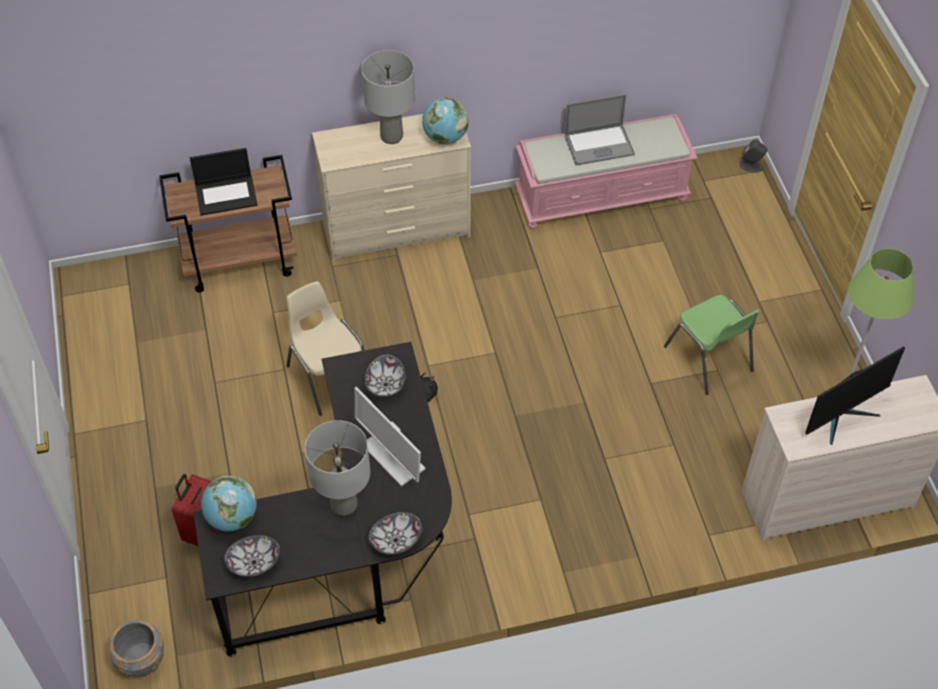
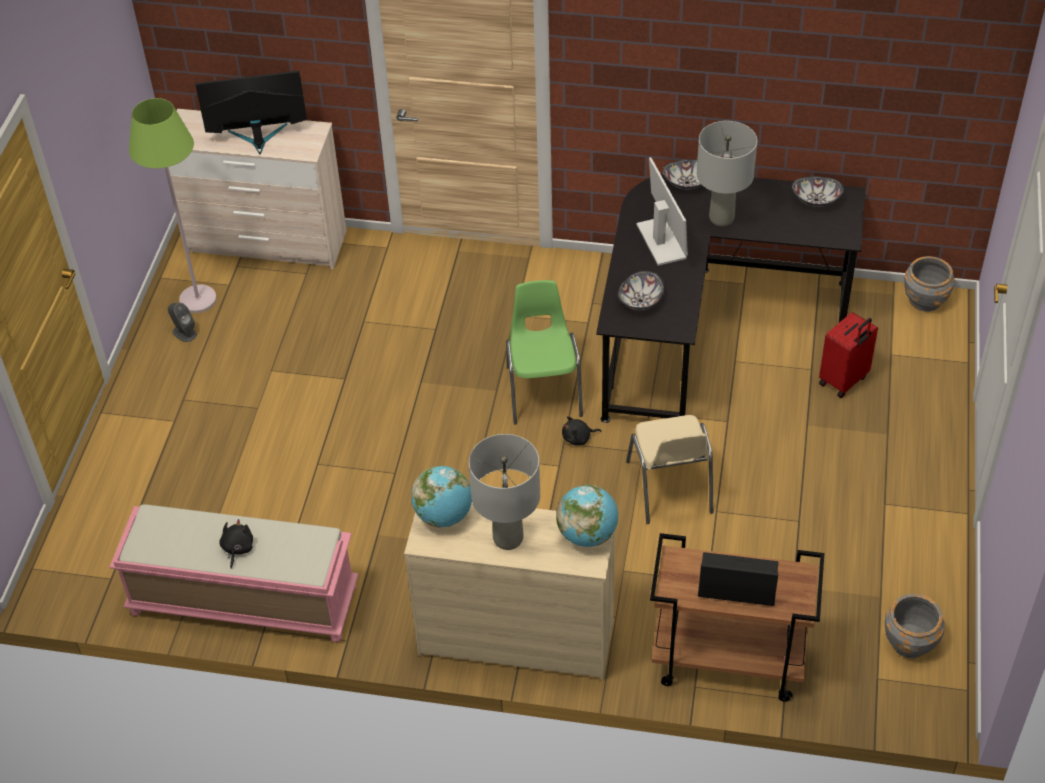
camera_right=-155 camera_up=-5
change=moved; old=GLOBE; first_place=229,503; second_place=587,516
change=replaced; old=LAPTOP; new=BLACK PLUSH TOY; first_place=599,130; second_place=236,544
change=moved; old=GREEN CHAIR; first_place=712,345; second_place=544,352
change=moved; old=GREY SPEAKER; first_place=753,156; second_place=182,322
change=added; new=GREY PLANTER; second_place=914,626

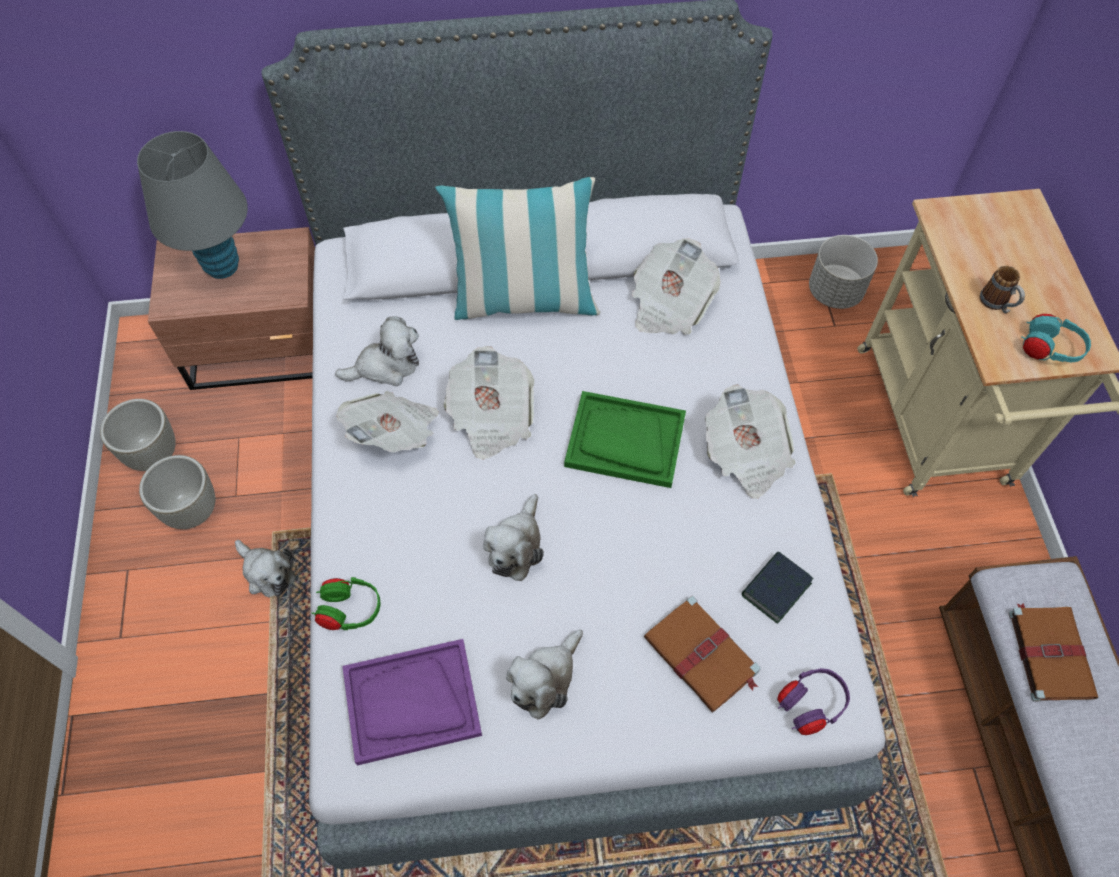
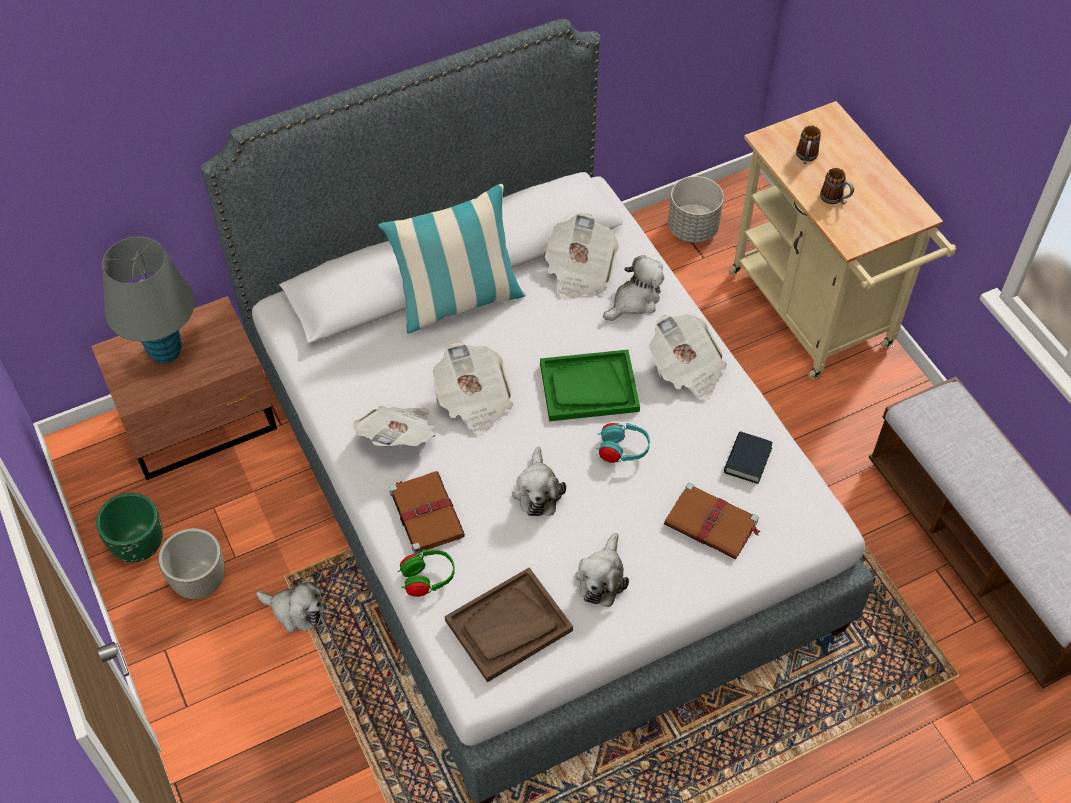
camera_right=-20 camera_up=-5
change=recoloured; old=GREY PLANTER; new=GREEN PLANTER; first_place=138,435; second_place=129,527
change=moved; old=PLUSH TOY; first_place=377,351; second_place=634,288
change=recoloured; old=PURPLE TRAY; new=BROWN TRAY; first_place=412,702; second_place=509,625
change=removed; old=PURPLE HEADPHONES; first_place=813,701
change=moved; old=BROWN BOOK; first_place=1053,652; second_place=427,512
change=moved; old=TURQUOISE HEADPHONES; first_place=1056,338; second_place=623,443
change=added; new=MUG; second_place=808,144

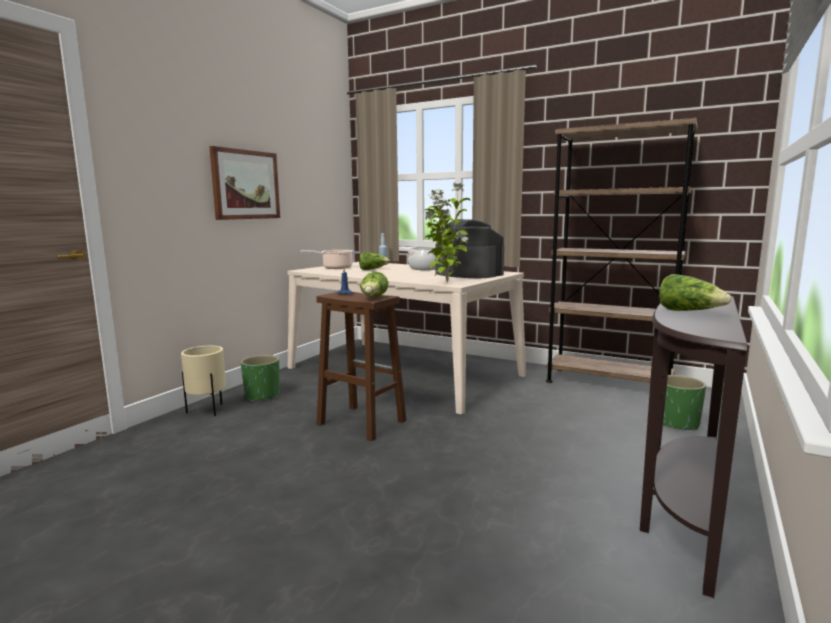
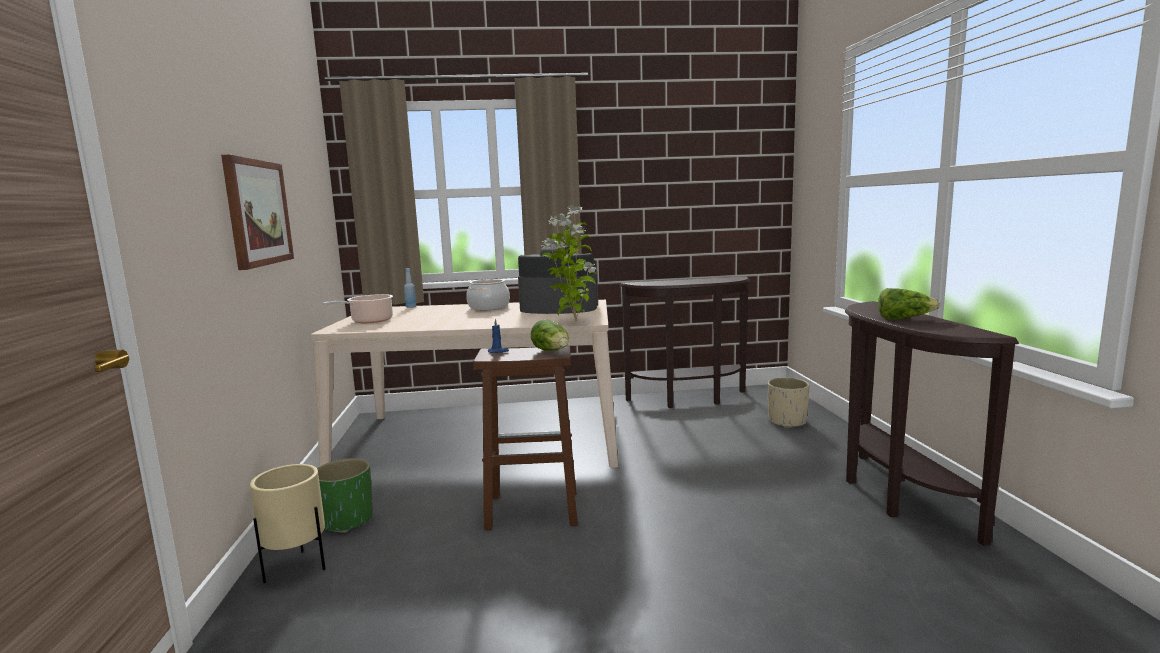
camera_right=-35 camera_up=0
change=removed; old=LETTUCE; first_place=374,261
change=replaced; old=BROWN BOOKCASE; new=BROWN CONSOLE TABLE; first_place=622,250; second_place=685,342
change=recoloured; old=GREEN PLANTER; new=BEIGE PLANTER; first_place=684,402; second_place=789,403

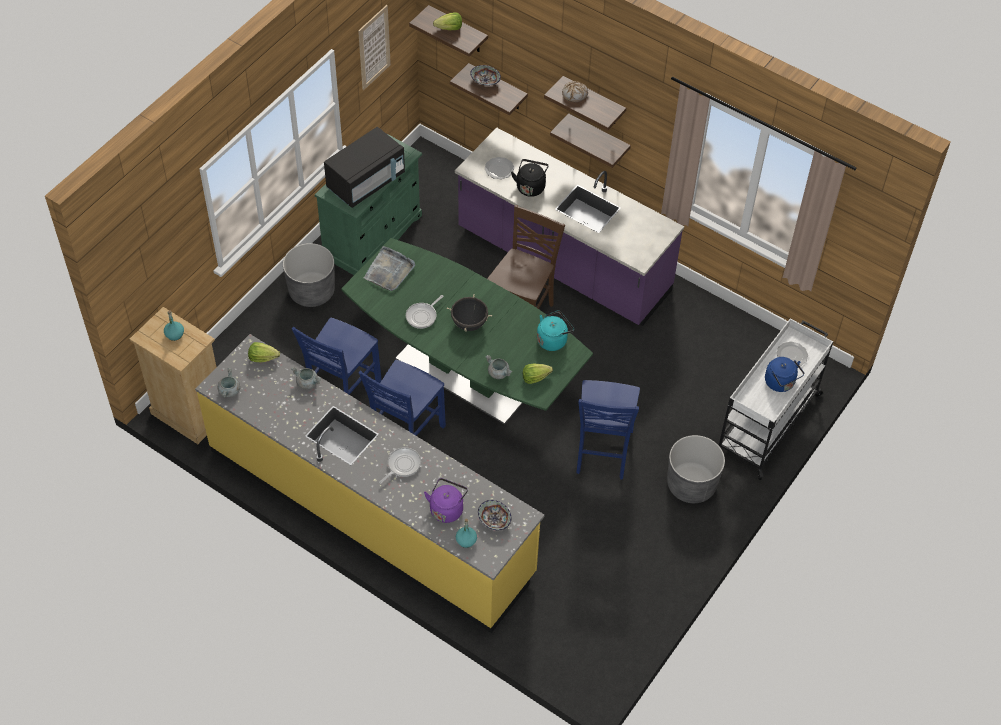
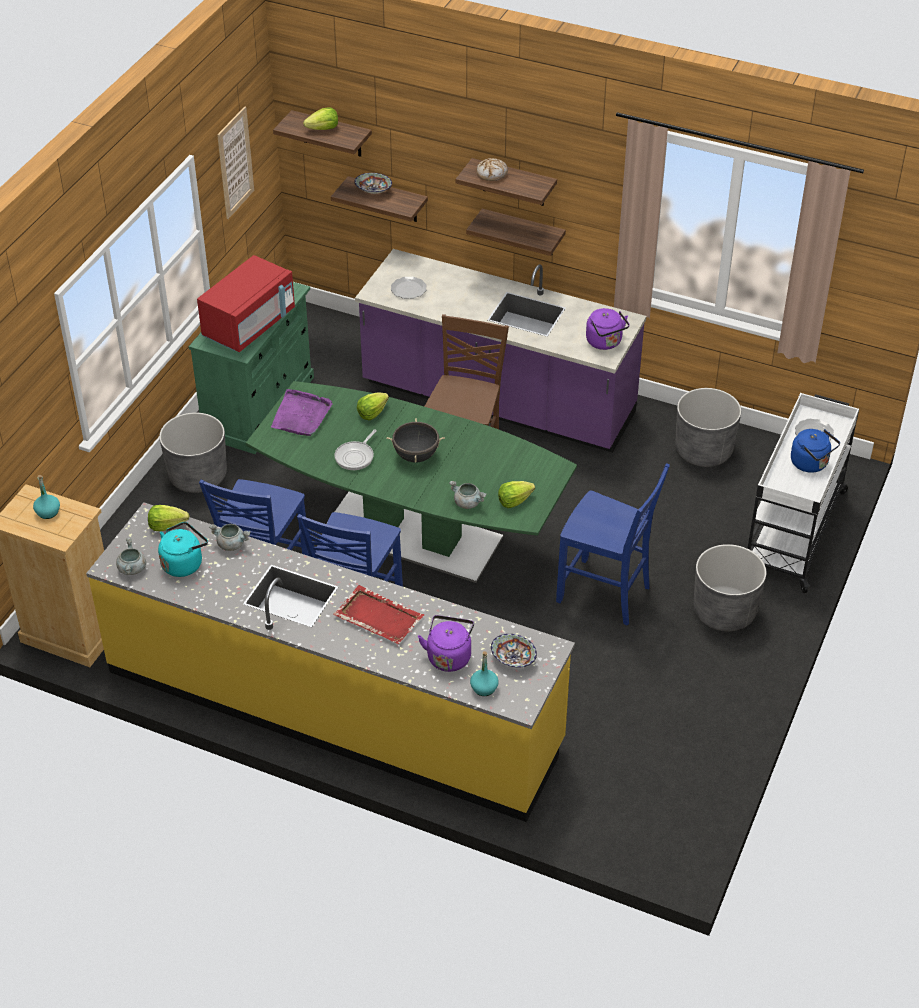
camera_right=-10 camera_up=-10
change=recoloured; old=BLACK MICROWAVE; new=RED MICROWAVE; first_place=364,167; second_place=246,303
change=recoloured; old=GREY TRAY; new=PURPLE TRAY; first_place=389,268; second_place=302,412
change=replaced; old=FRYING PAN; new=RED TRAY; first_place=400,465; second_place=378,614
change=removed; old=BLACK KETTLE; first_place=530,178
change=moved; old=TURQUOISE KETTLE; first_place=555,330; second_place=183,549
change=turned; old=BLUE CHAIR; first_place=608,430; second_place=613,544; degrees=-60
change=added; new=LETTUCE; second_place=373,406
change=added; new=PURPLE KETTLE; second_place=608,329
change=added; new=GREY PLANTER; second_place=708,427

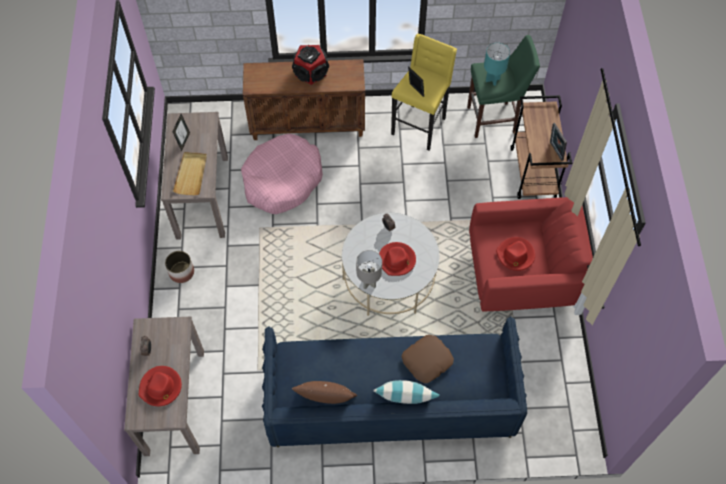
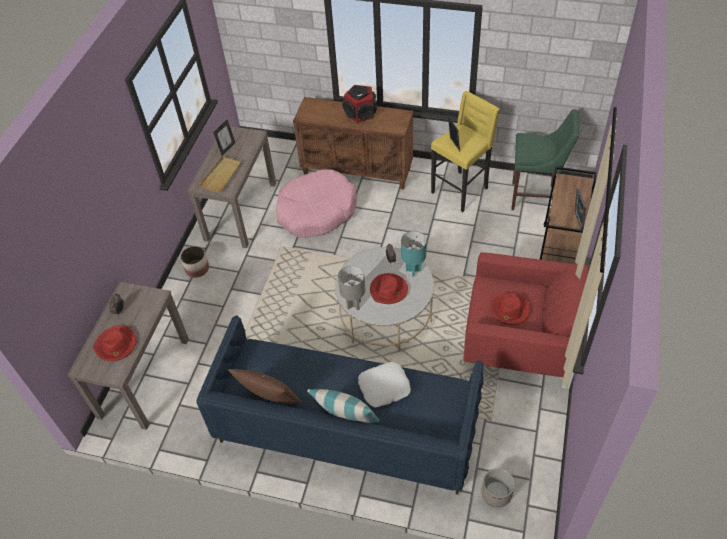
camera_right=20 camera_up=-10
change=recoloured; old=BROWN PILLOW; new=WHITE PILLOW; first_place=428,359; second_place=384,385
change=moved; old=TURQUOISE TABLE LAMP; first_place=497,64; second_place=414,253
change=added; new=PLANTER; second_place=498,487

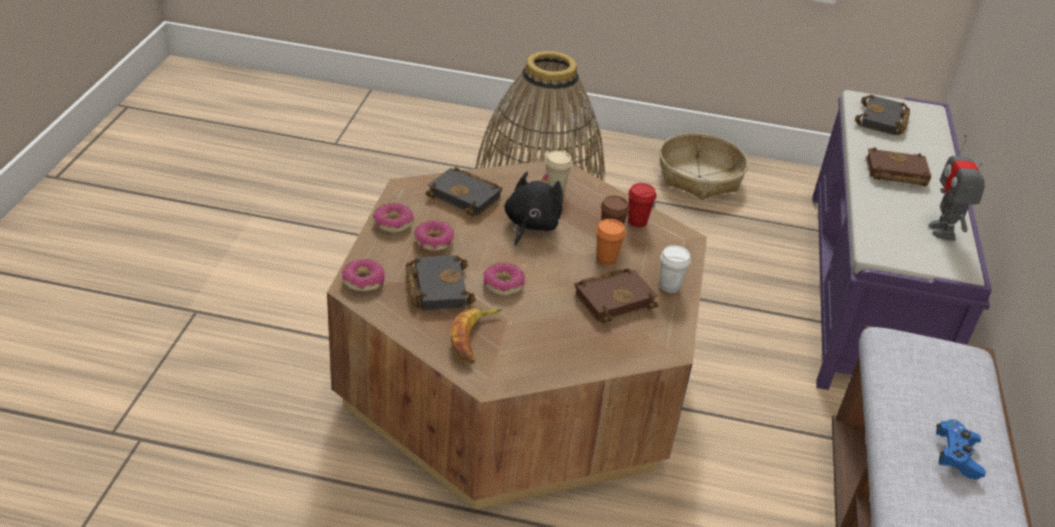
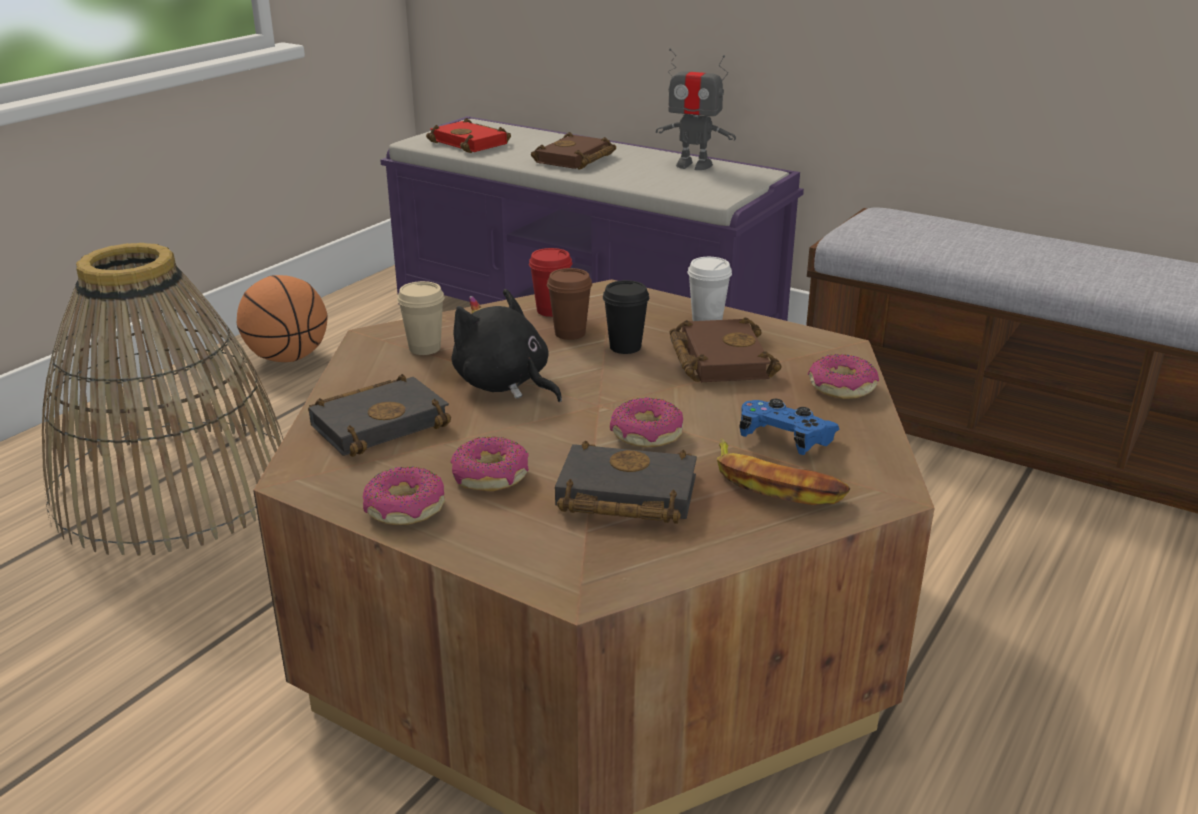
camera_right=-65 camera_up=-10
change=moved; old=DONUT; first_place=363,275; second_place=843,376
change=recoloured; old=ORANGE CUP; new=BLACK CUP; first_place=611,242; second_place=626,317
change=replaced; old=BASKET; new=BASKETBALL; first_place=703,166; second_place=282,318
change=recoloured; old=BLACK BOOK; new=RED BOOK; first_place=882,115; second_place=468,135
change=moved; old=BLUE GAME CONTROLLER; first_place=961,449; second_place=789,427

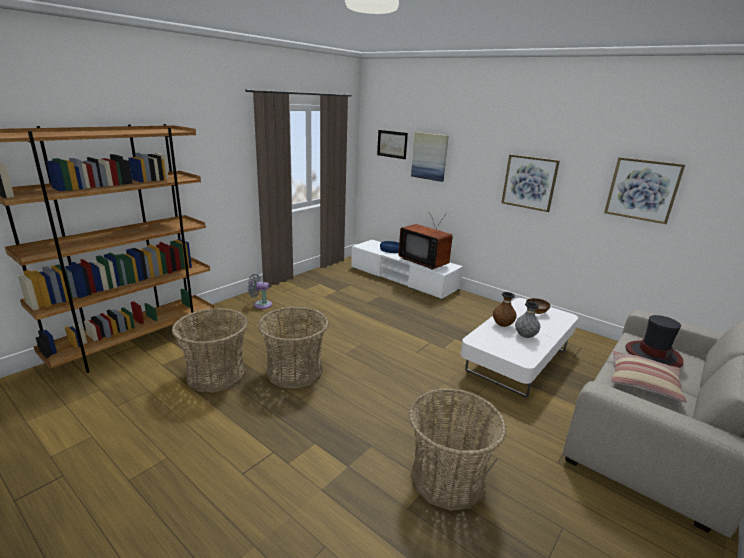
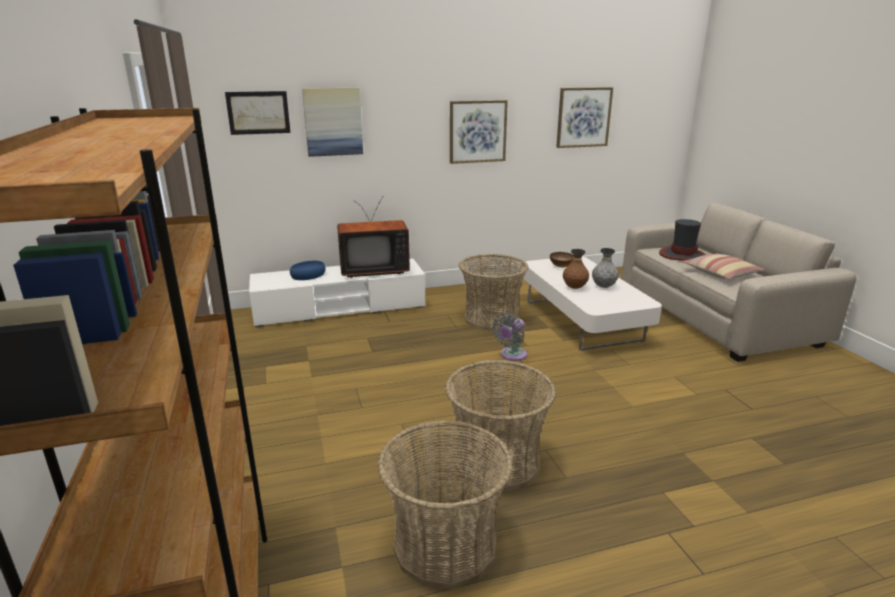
camera_right=-55 camera_up=0
change=moved; old=GREY FAN; first_place=260,291; second_place=510,337
change=moved; old=BASKET; first_place=458,449; second_place=493,292

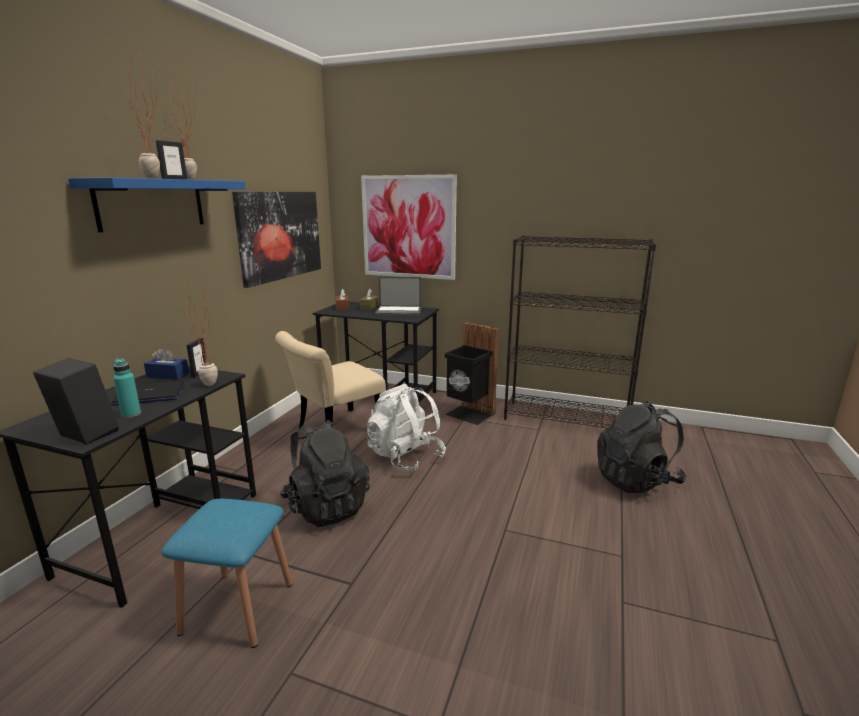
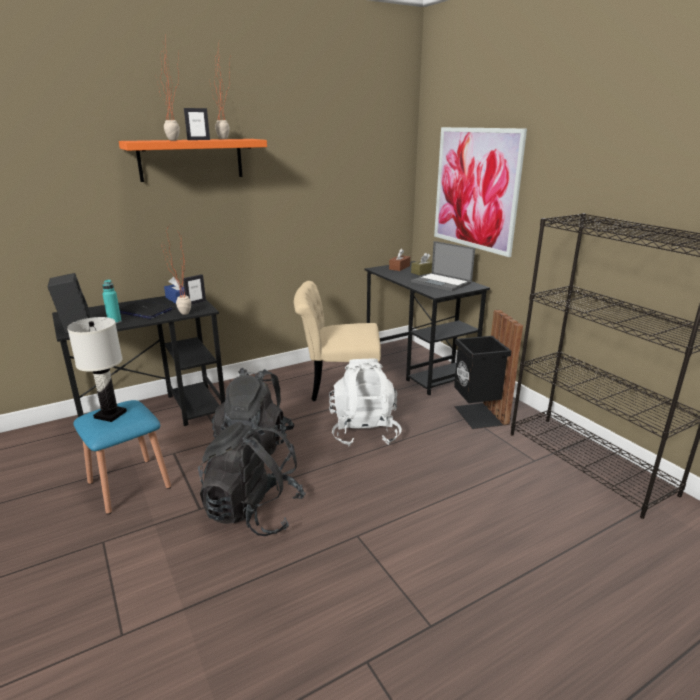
camera_right=40 camera_up=5
change=recoloured; old=BLUE SHELF; new=ORANGE SHELF; first_place=157,204; second_place=193,160
change=removed; old=PICTURE; first_place=276,240
change=moved; old=BLACK BACKPACK; first_place=642,447; second_place=252,479
change=added; new=WHITE TABLE LAMP; second_place=97,369

